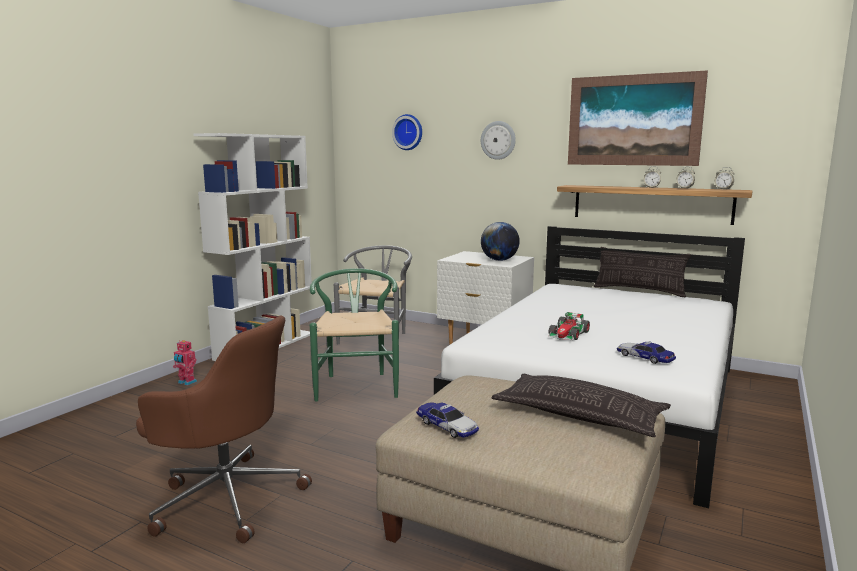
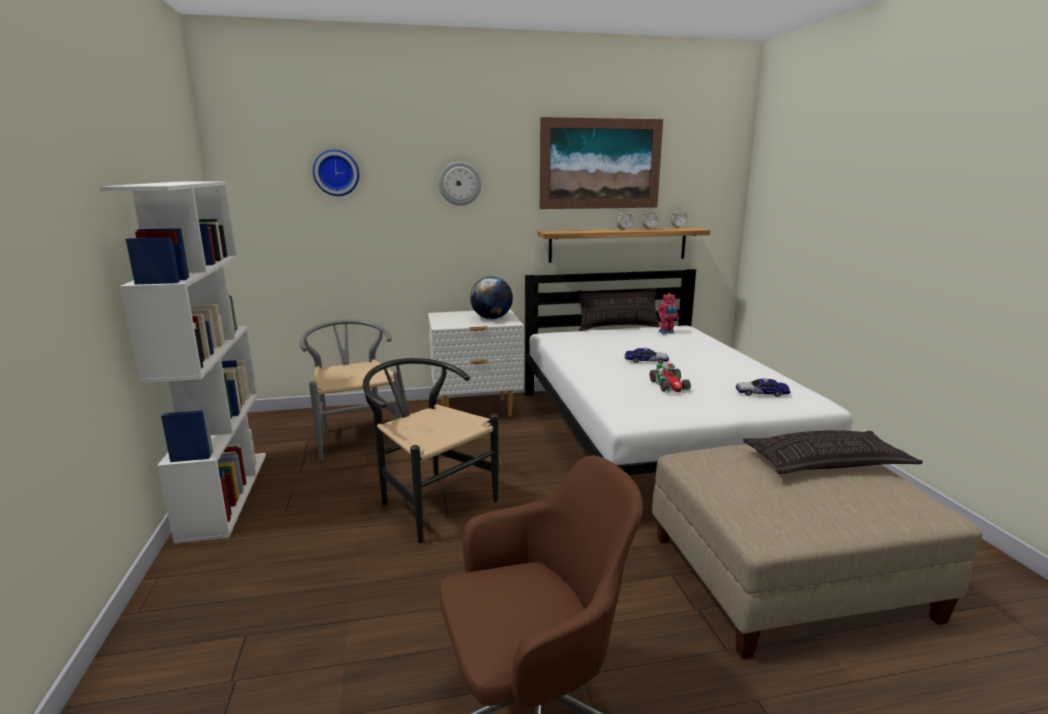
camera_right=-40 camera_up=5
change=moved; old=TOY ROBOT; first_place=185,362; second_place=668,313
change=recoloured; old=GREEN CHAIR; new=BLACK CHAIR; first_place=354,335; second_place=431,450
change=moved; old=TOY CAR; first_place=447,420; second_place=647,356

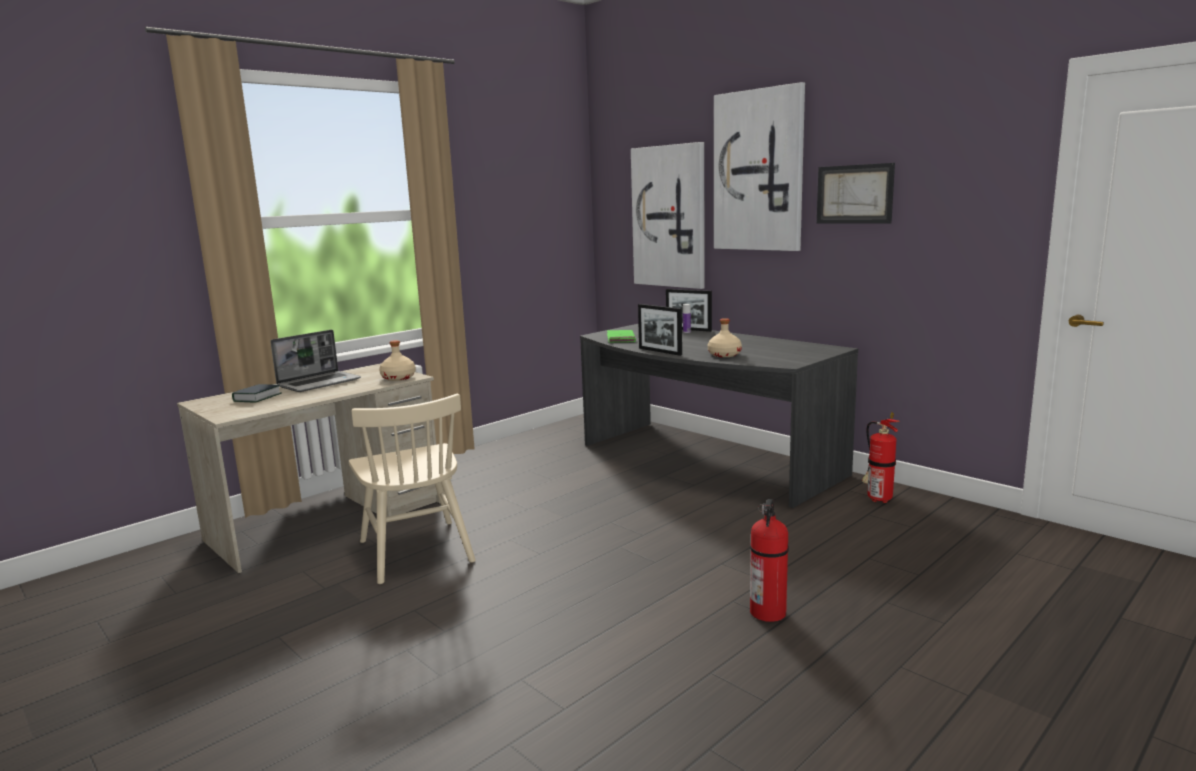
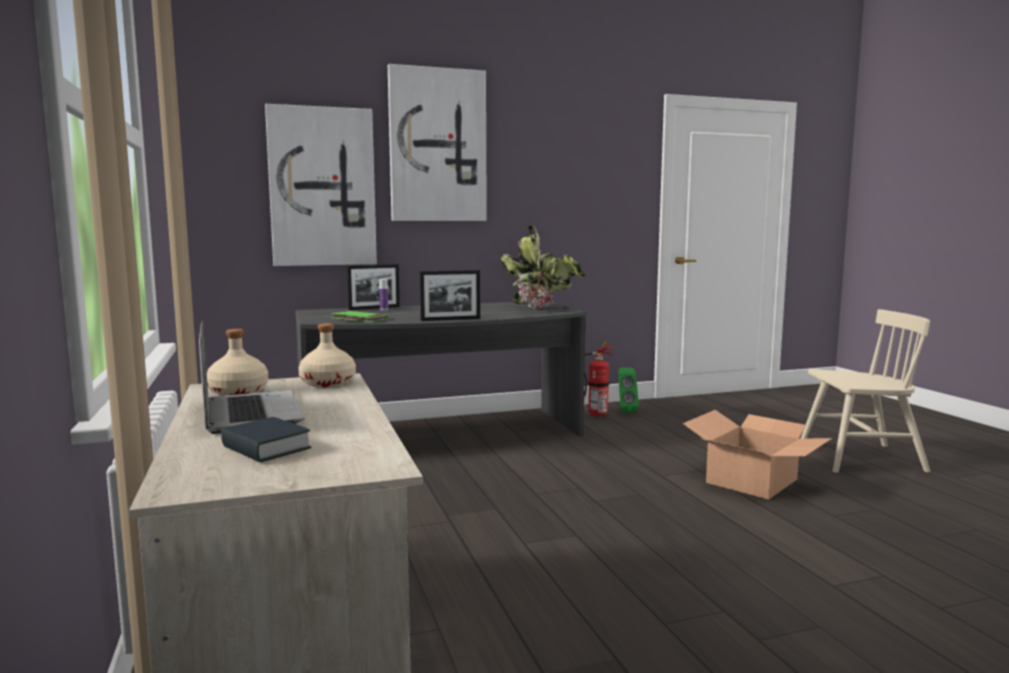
camera_right=-65 camera_up=-5
change=moved; old=BEIGE CHAIR; first_place=412,489; second_place=866,391
change=moved; old=BEIGE BOTTLE; first_place=725,337; second_place=237,362
change=replaced; old=FIRE EXTINGUISHER; new=CARDBOARD BOX; first_place=769,560; second_place=757,454
change=removed; old=PICTURE; first_place=856,193
change=added; new=POTTED PLANT; second_place=543,266
change=added; new=GREEN SPEAKER; second_place=628,390

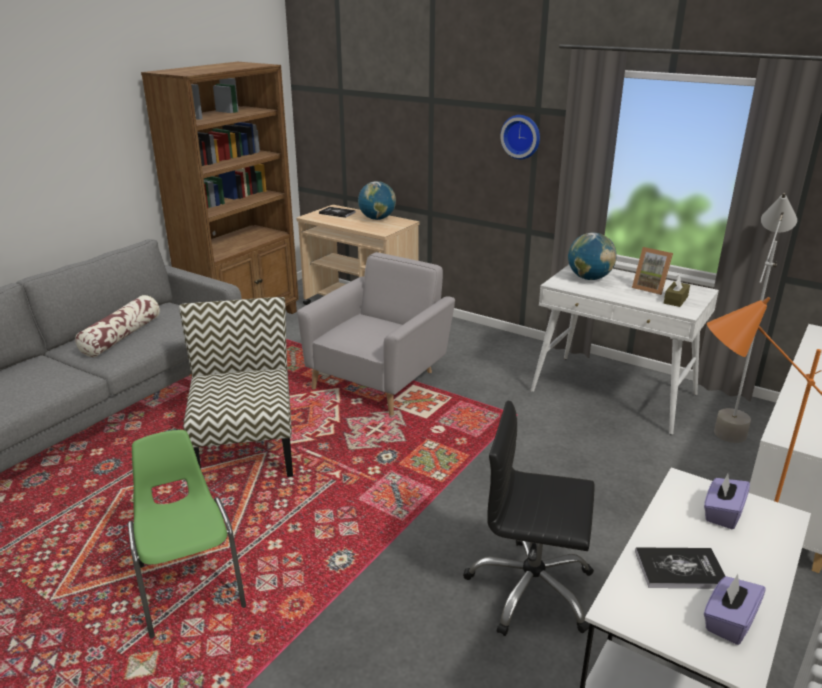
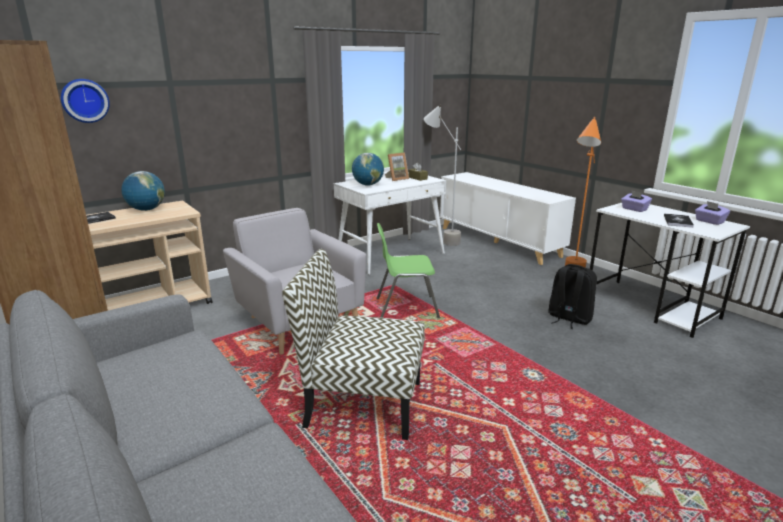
camera_right=-70 camera_up=-5
change=removed; old=PILLOW; first_place=117,326
change=moved; old=GREEN CHAIR; first_place=187,534; second_place=408,270
change=replaced; old=BLACK OFFICE CHAIR; new=BLACK BACKPACK; first_place=529,518; second_place=572,296
change=moved; old=WALL CLOCK; first_place=520,137; second_place=85,101

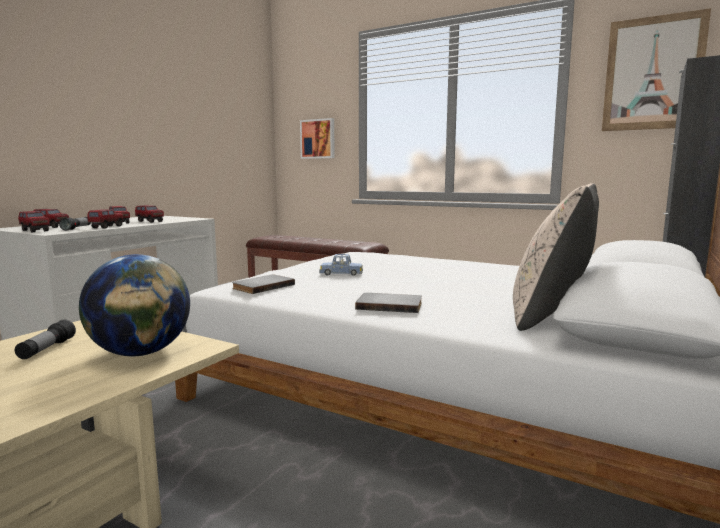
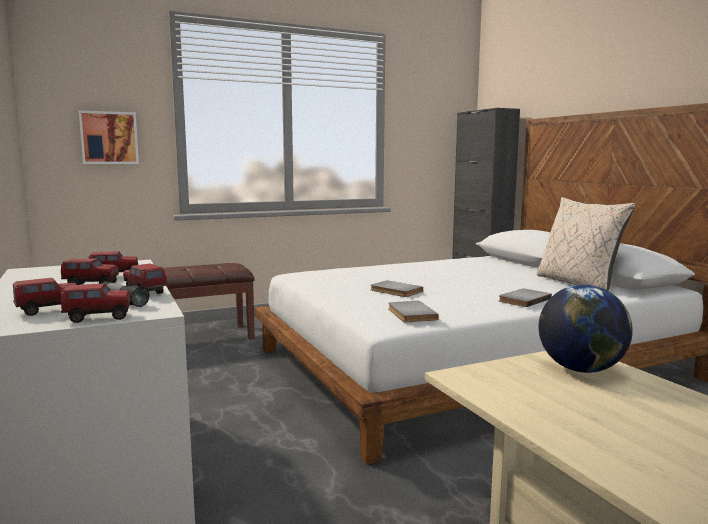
camera_right=-55 camera_up=0
change=removed; old=FLASHLIGHT; first_place=45,339
change=replaced; old=BLUE TOY CAR; new=GREY BOOK; first_place=341,265; second_place=397,288
change=removed; old=PICTURE; first_place=656,69

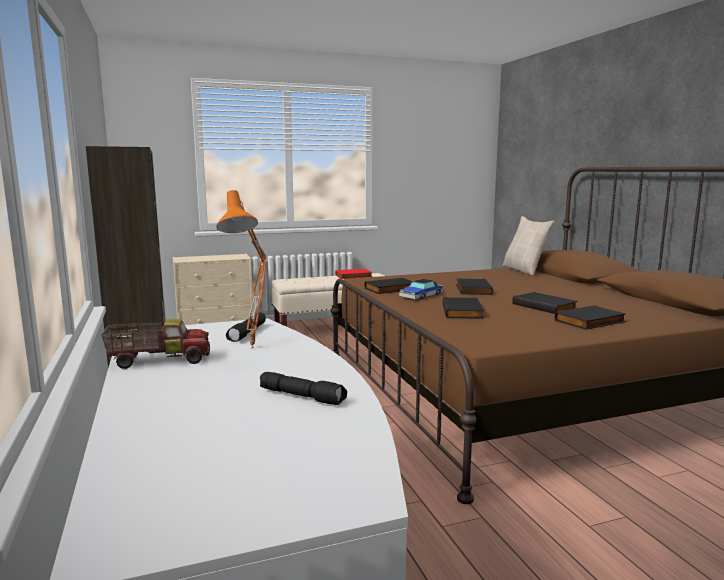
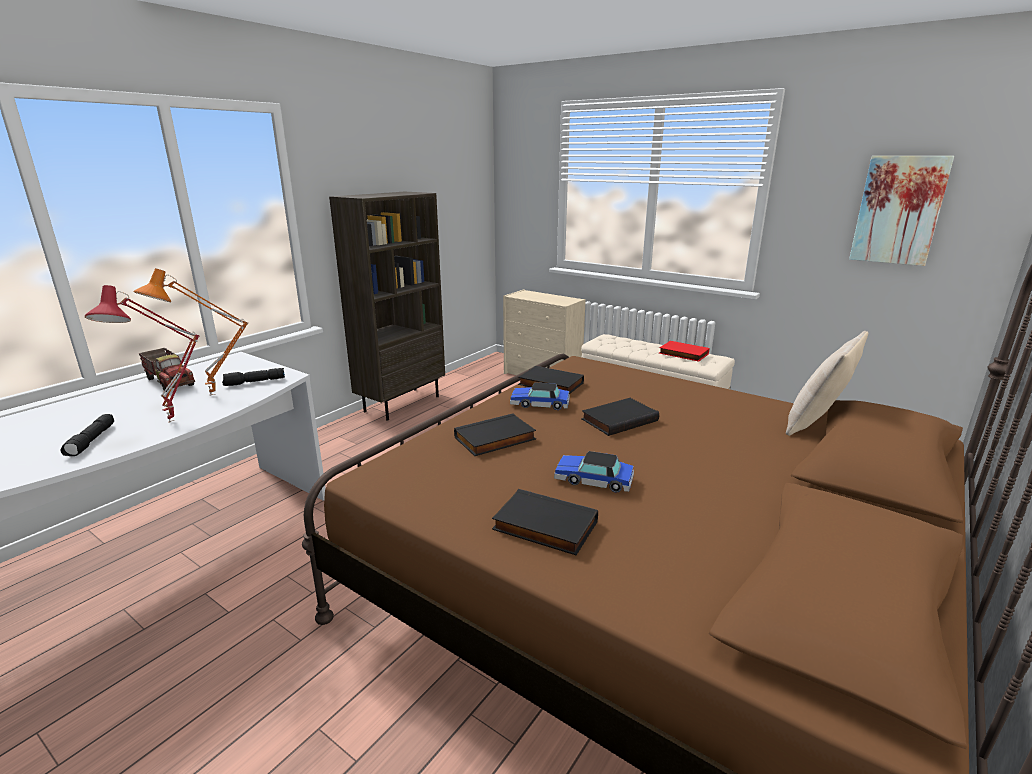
camera_right=55 camera_up=10
change=replaced; old=BLACK BOOK; new=TOY CAR; first_place=545,303; second_place=594,471
change=added; new=RED TABLE LAMP; second_place=142,353
change=added; new=PICTURE; second_place=901,211

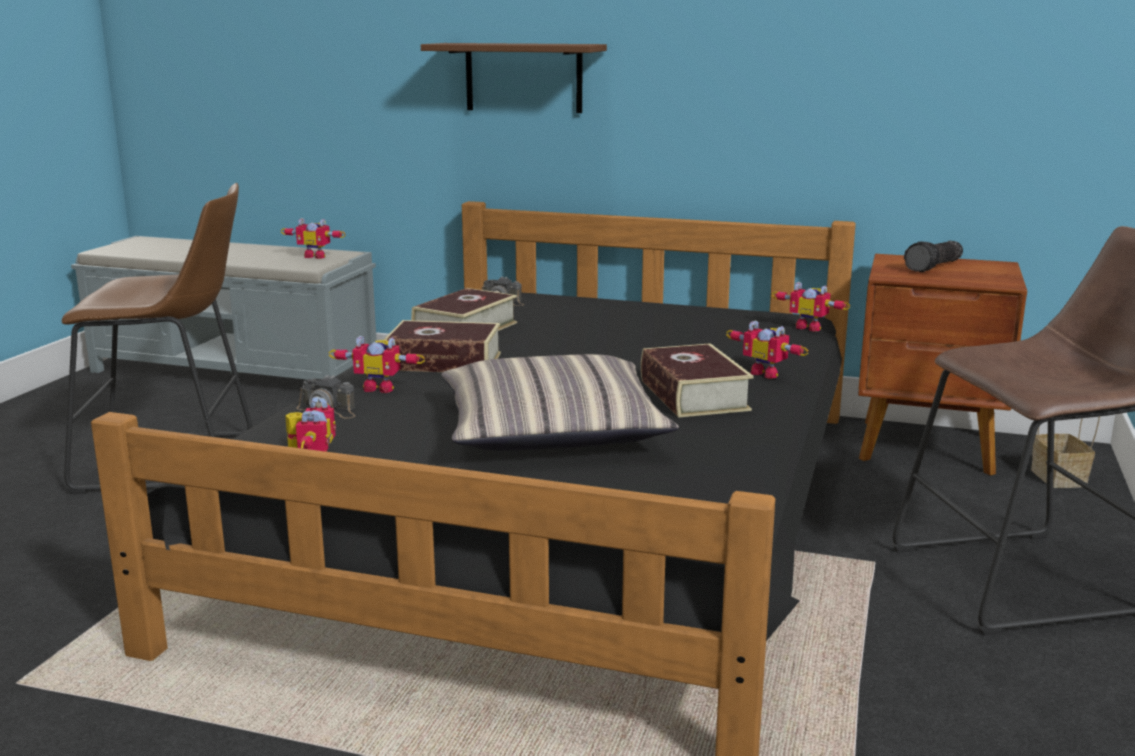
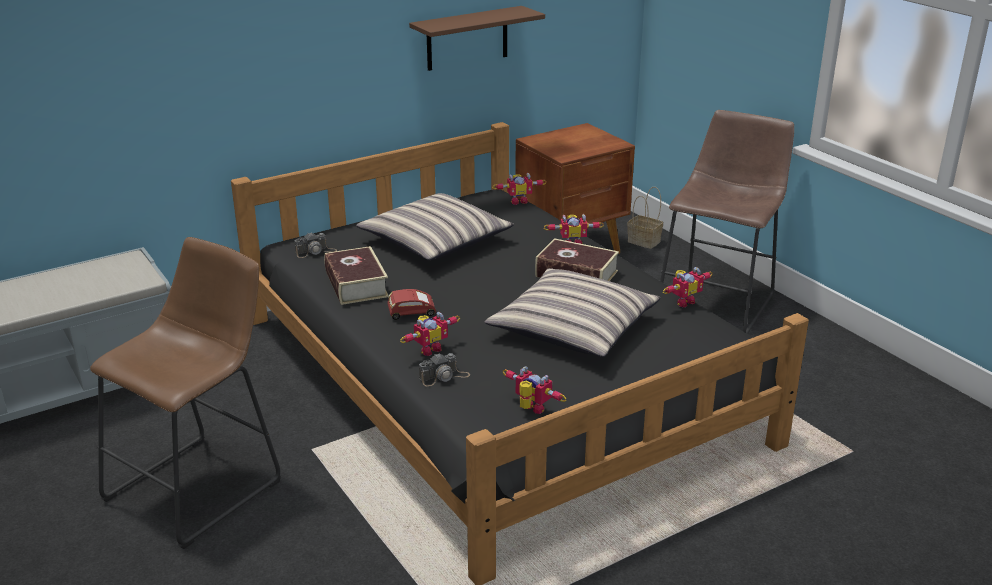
camera_right=-50 camera_up=10
change=moved; old=TOY ROBOT; first_place=313,238; second_place=687,287
change=replaced; old=BOOK; new=RED TOY CAR; first_place=442,346; second_place=411,304
change=moved; old=BROWN SHELF; first_place=514,78; second_place=477,38
change=removed; old=FLASHLIGHT; first_place=933,256
change=added; new=PILLOW; second_place=435,226

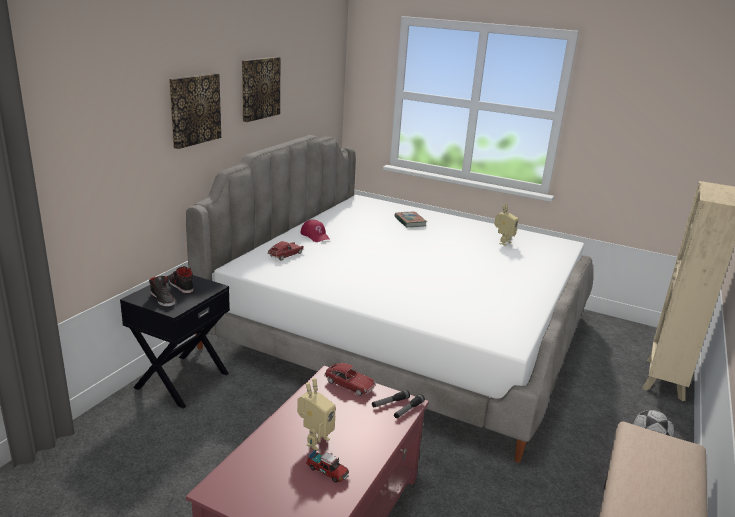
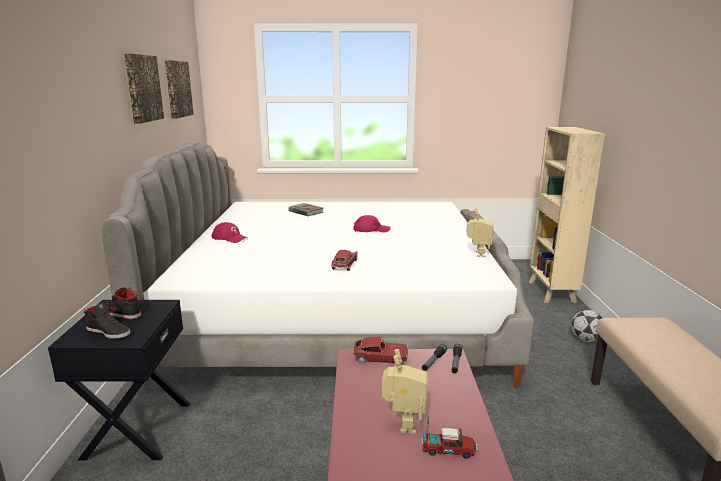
camera_right=-25 camera_up=-5
change=moved; old=PICTURE; first_place=195,111; second_place=179,89
change=moved; old=TOY CAR; first_place=285,251; second_place=344,260
change=moved; old=TOY ROBOT; first_place=506,225; second_place=480,233
change=added; new=RED CAP; second_place=372,223

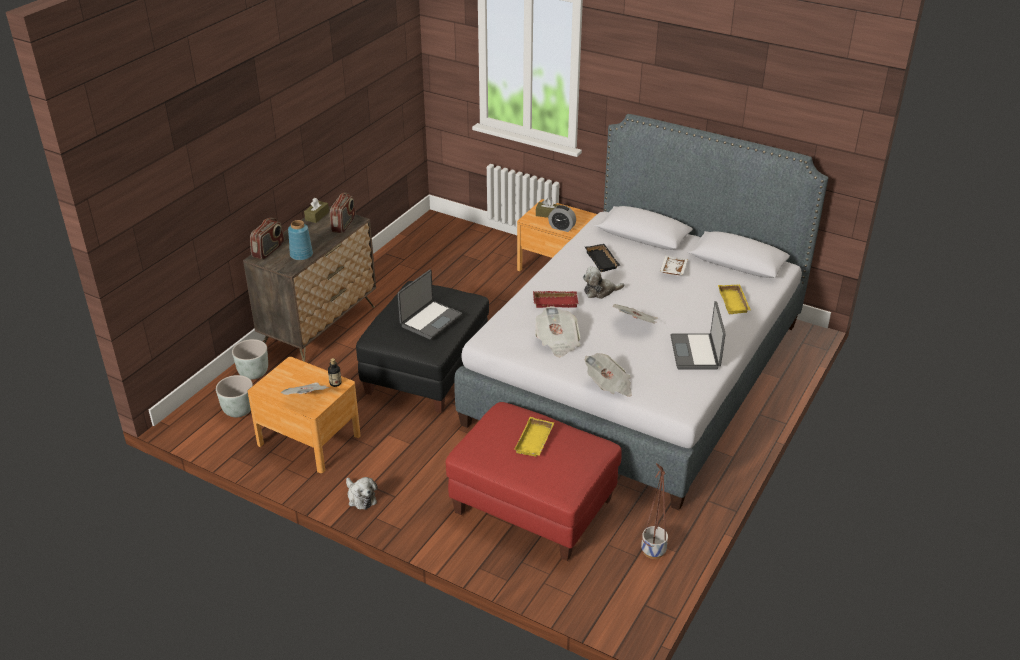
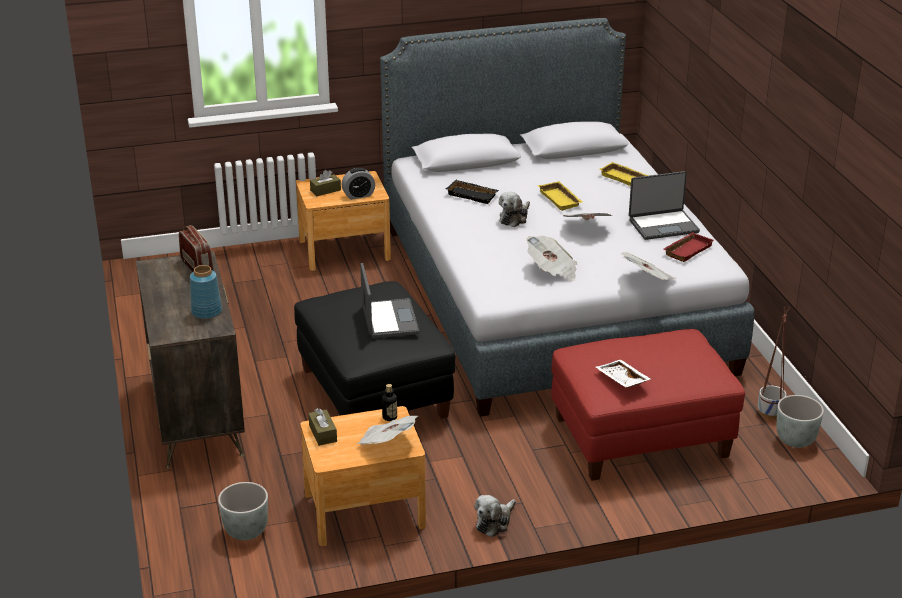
camera_right=-45 camera_up=-5
change=moved; old=GREY PLANTER; first_place=250,359; second_place=800,421
change=removed; old=RADIO; first_place=267,239
change=moved; old=BROWN TISSUE BOX; first_place=316,210; second_place=322,427
change=turned; old=PLUSH TOY; first_place=362,493; second_place=495,516; degrees=120
change=moved; old=YELLOW TRAY; first_place=534,437; second_place=560,196
change=moved; old=RED TRAY; first_place=555,299; second_place=689,247
change=moved; old=WHITE TRAY; first_place=674,265; second_place=623,373
change=turned; old=LAPTOP; first_place=698,335; second_place=664,205; degrees=-60

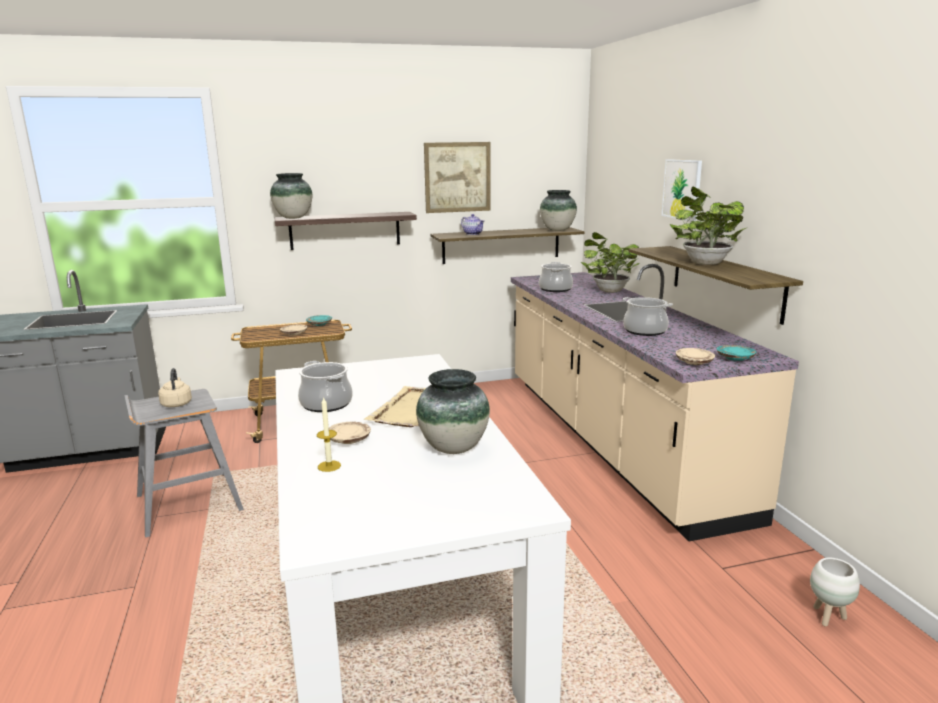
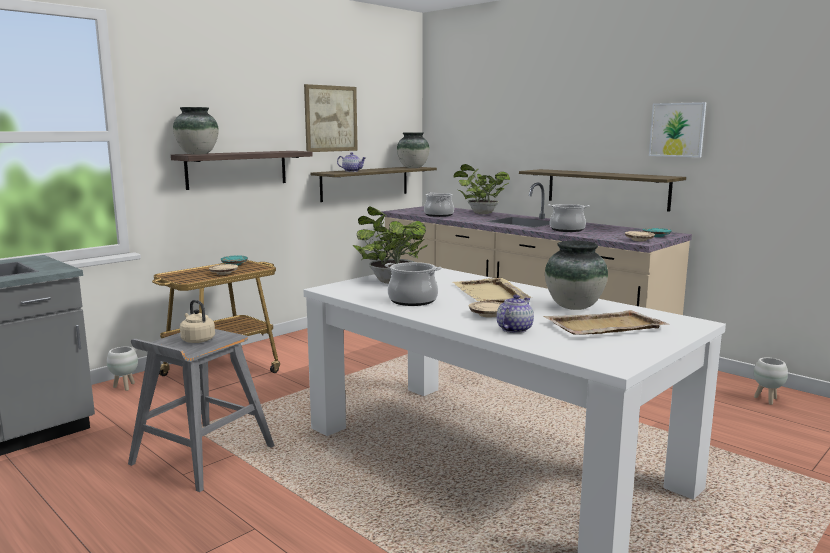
camera_right=-30 camera_up=-5
change=replaced; old=CANDLE; new=TEAPOT; first_place=329,434; second_place=515,314
change=moved; old=PICTURE; first_place=681,190; second_place=678,130
change=moved; old=POTTED PLANT; first_place=708,226; second_place=390,245
change=added; new=WHITE PLANTER; second_place=122,369
change=added; new=BEIGE TRAY; second_place=606,322

